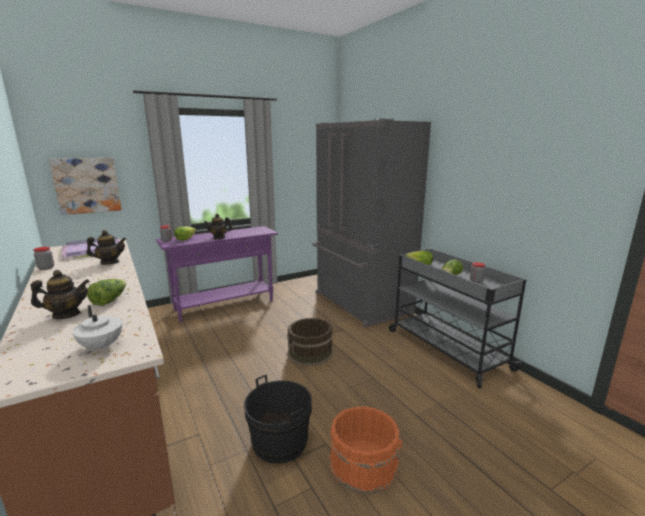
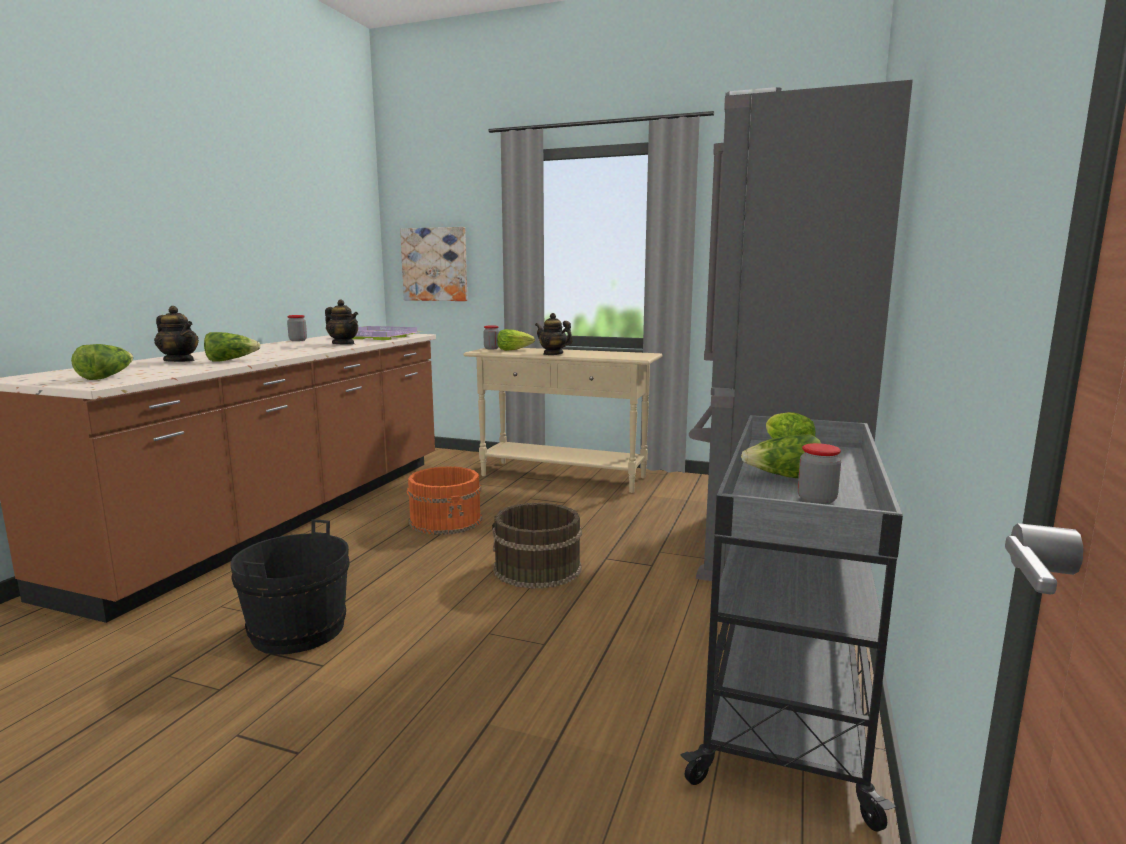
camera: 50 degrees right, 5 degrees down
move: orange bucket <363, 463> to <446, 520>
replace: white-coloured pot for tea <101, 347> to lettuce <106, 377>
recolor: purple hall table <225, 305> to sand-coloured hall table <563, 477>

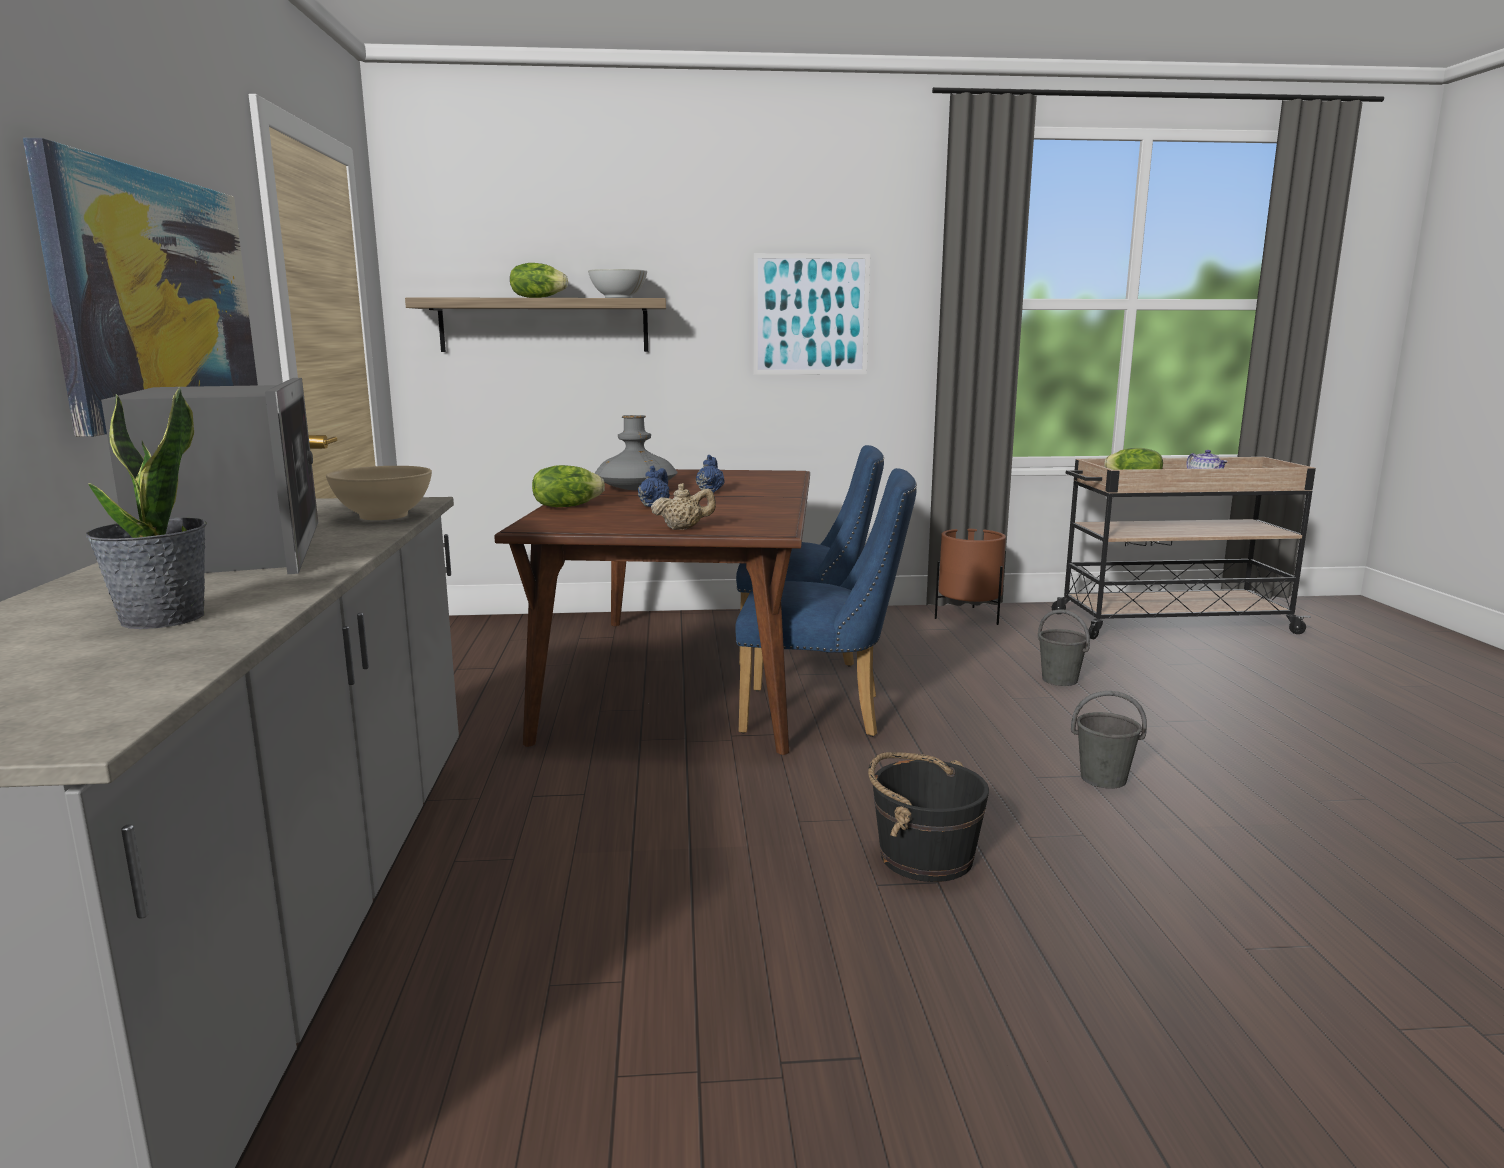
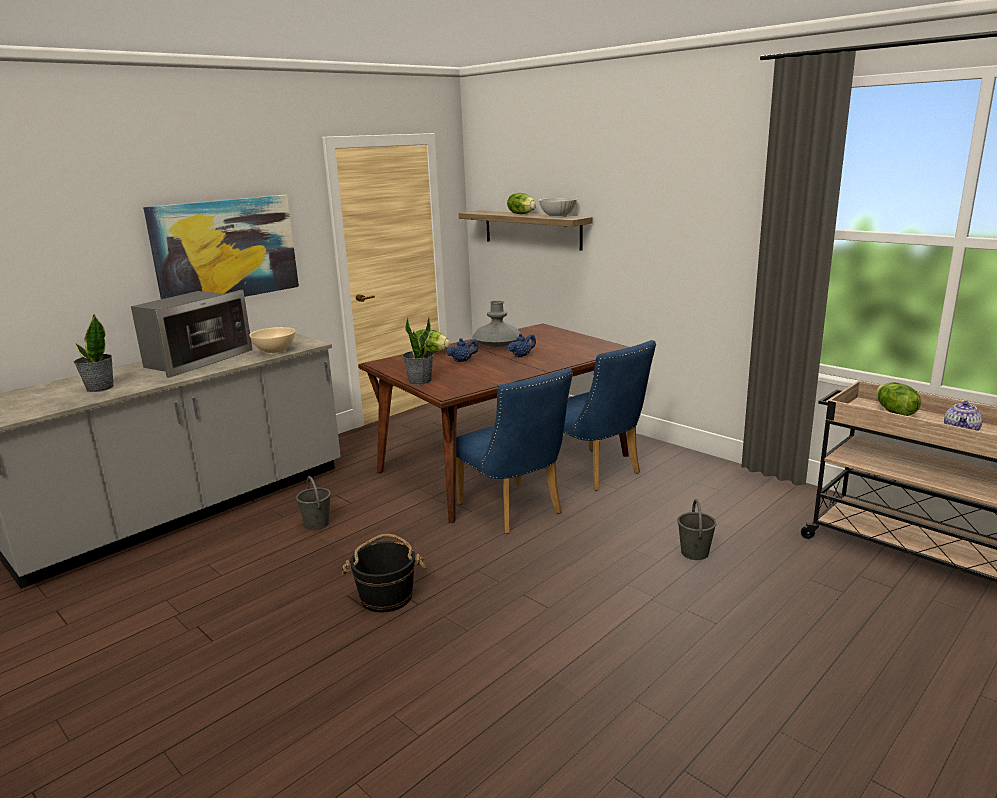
camera: 50 degrees right, 5 degrees up
delete: wall picture <810, 314>; brownish plant pot <968, 616>
move: grey bucket <1104, 779> to <317, 524>
replace: sand-coloured pot for tea <683, 528> to houseplant <419, 381>

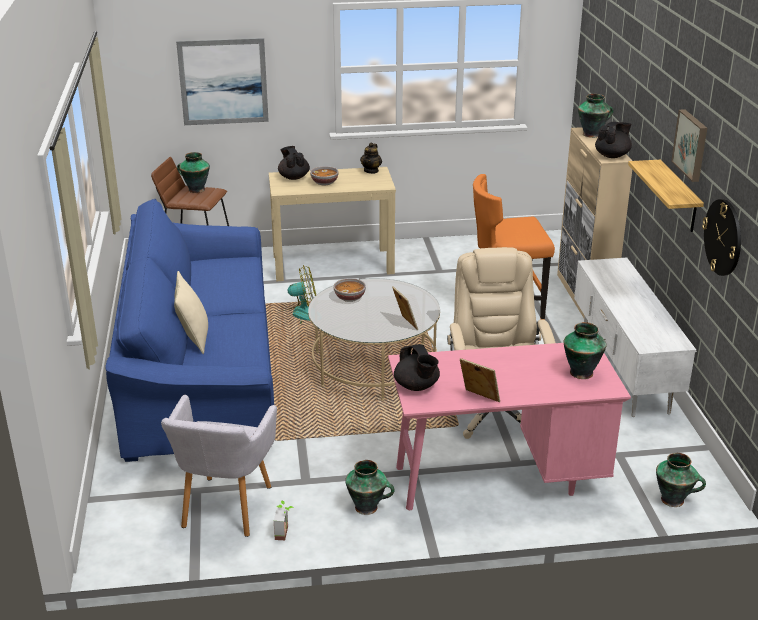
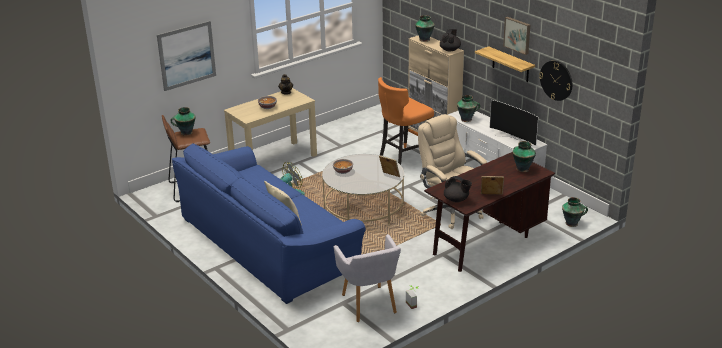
camera: 30 degrees left, 0 degrees up
delete: black-coloured pot for tea <293, 177>
insert: TV <514, 138>
move: flower vase <367, 508> to <467, 119>
recolor: pink desk table <498, 480> to brownish desk table <487, 243>

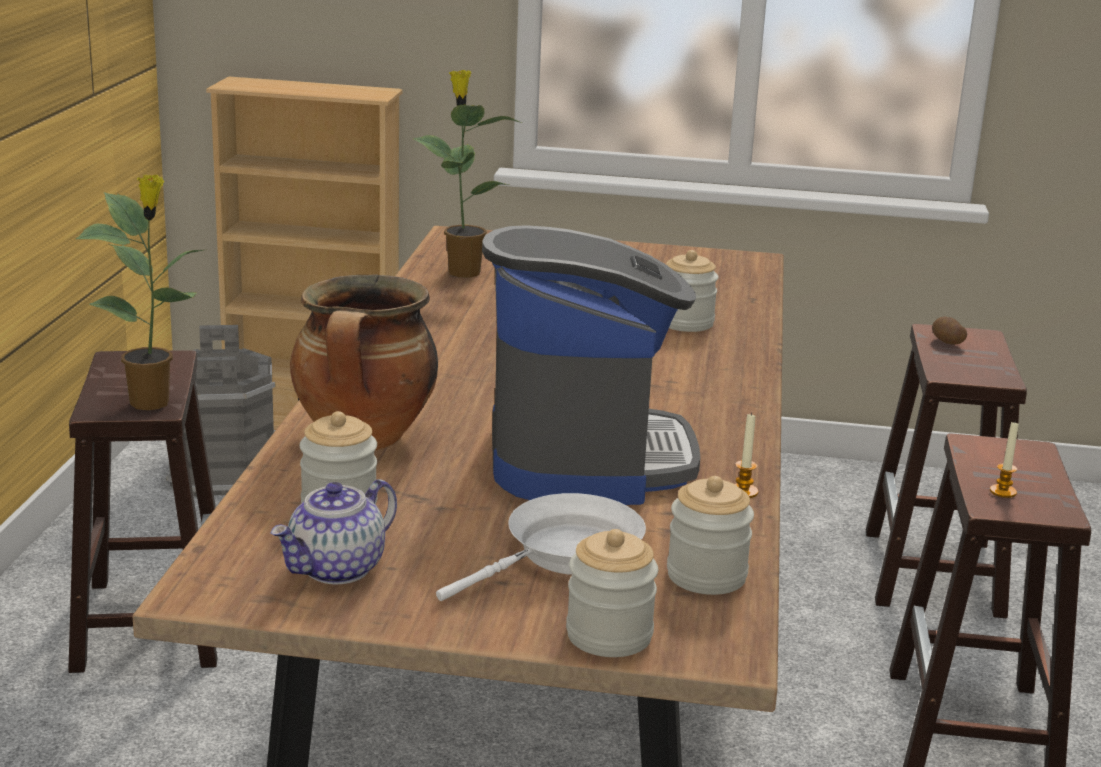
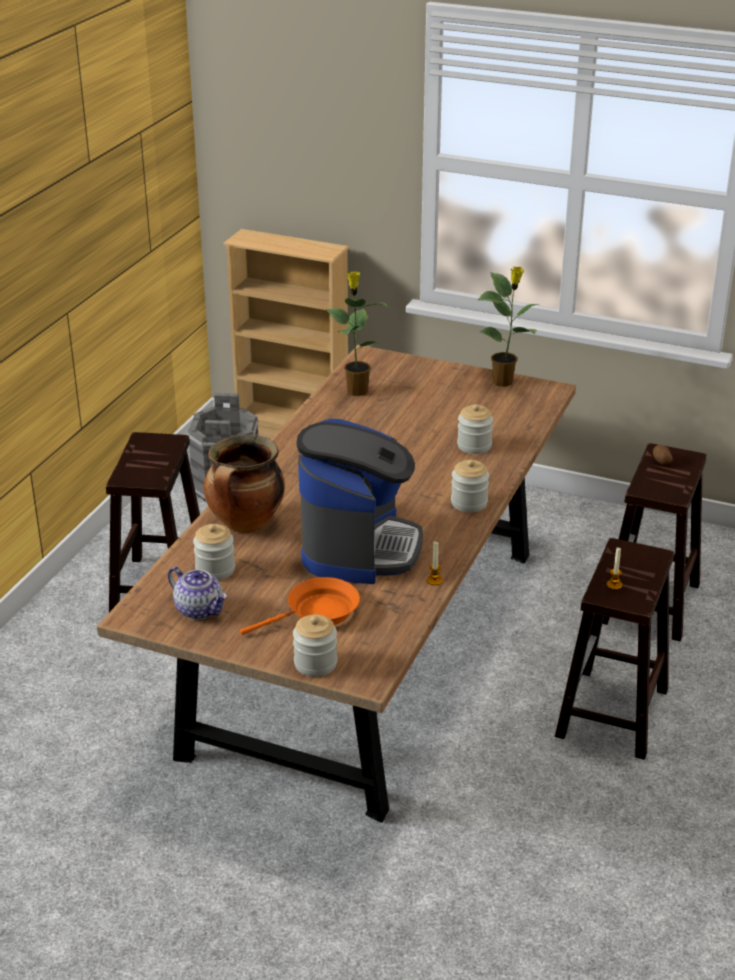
camera: 15 degrees right, 10 degrees up
move: houseplant <153, 403> to <504, 382>; storage jar <706, 576> to <469, 503>
recolor: white-coloured pan <565, 555> to orange pan <317, 613>
rotate: pot for tea <337, 569> = <200, 609> 105 degrees counterclockwise

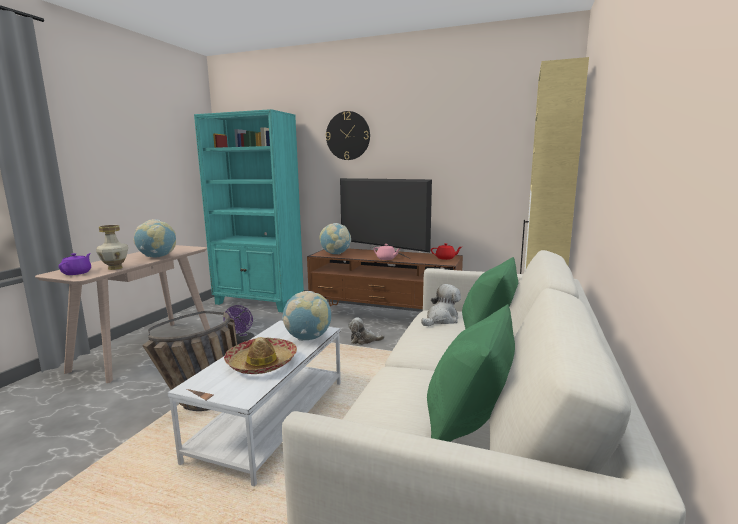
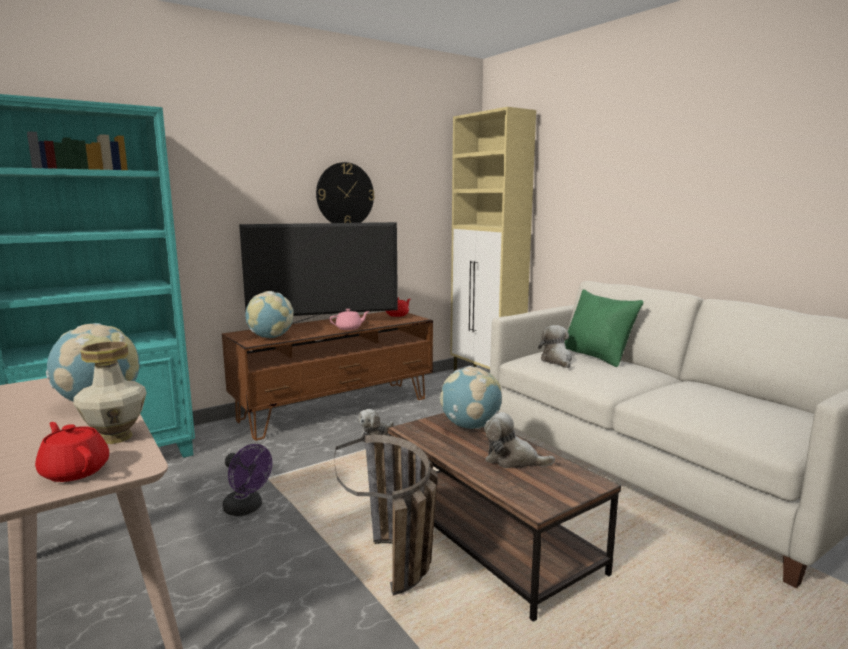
camera: 55 degrees left, 0 degrees up
delete: greenish cushion <469, 420>
move: wall clock <348, 136> to <345, 195>
replace: clothing hat <261, 363> to cuddly toy <513, 460>
recolor: purple pot for tea <77, 273> to red pot for tea <75, 471>; white-coloured low table <272, 419> to brownish low table <490, 535>

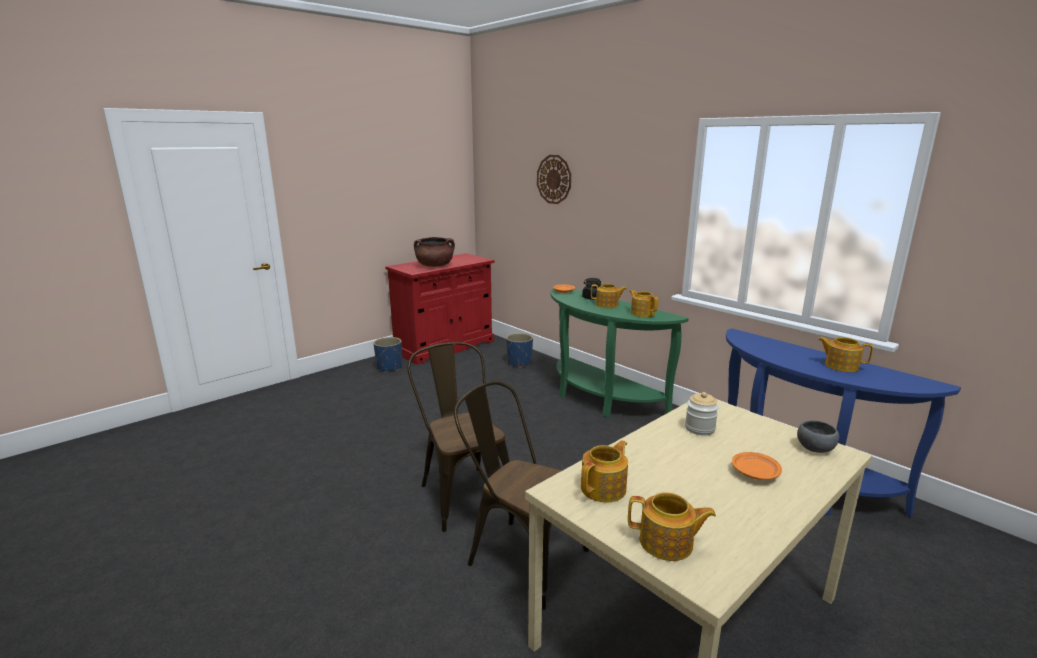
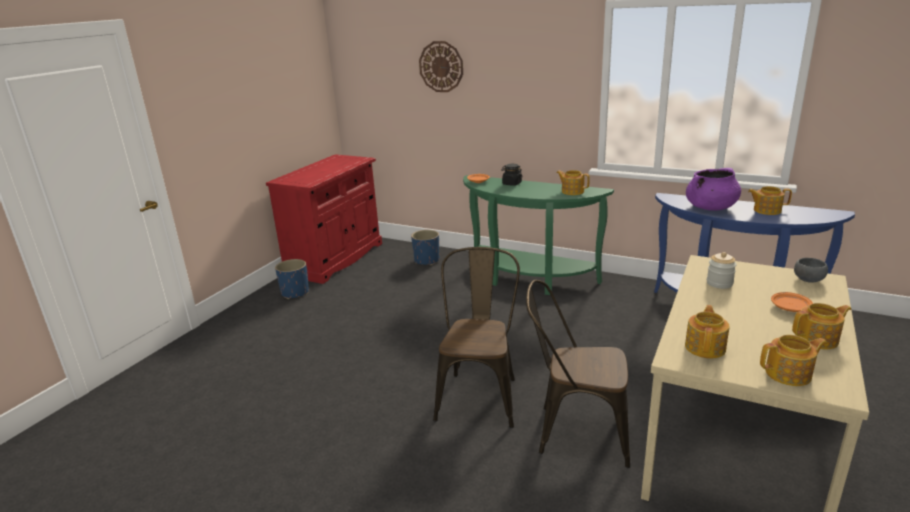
camera: 20 degrees left, 5 degrees up
delete: brownish cooking pot <435, 266>
insert: purple cooking pot <710, 208>
move: pot for tea <607, 305> to <818, 339>
rotate: brownish chair <462, 492> = <480, 394> 60 degrees clockwise

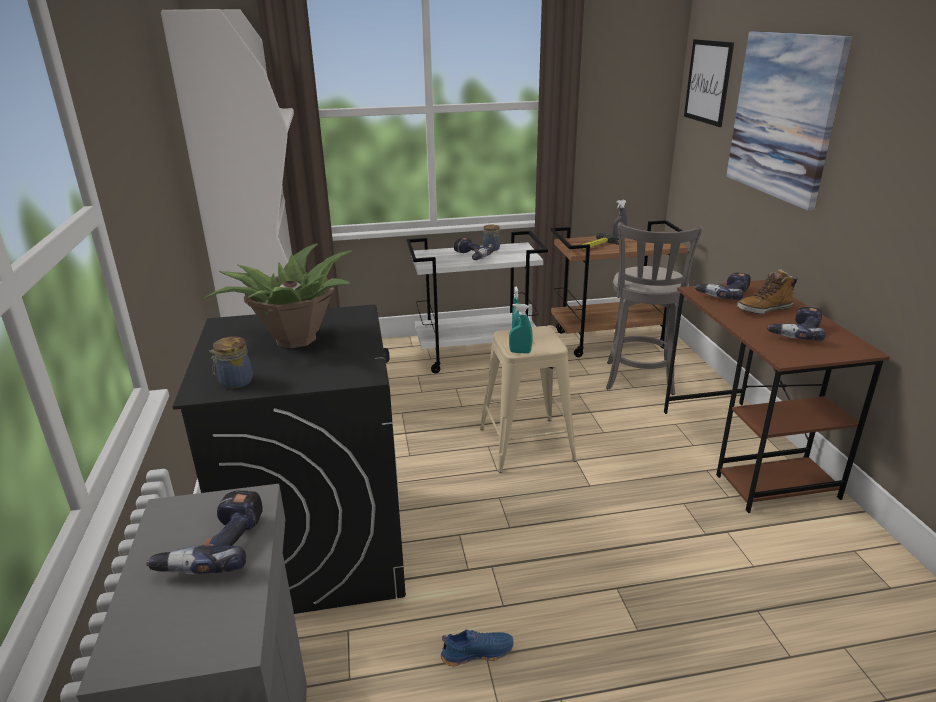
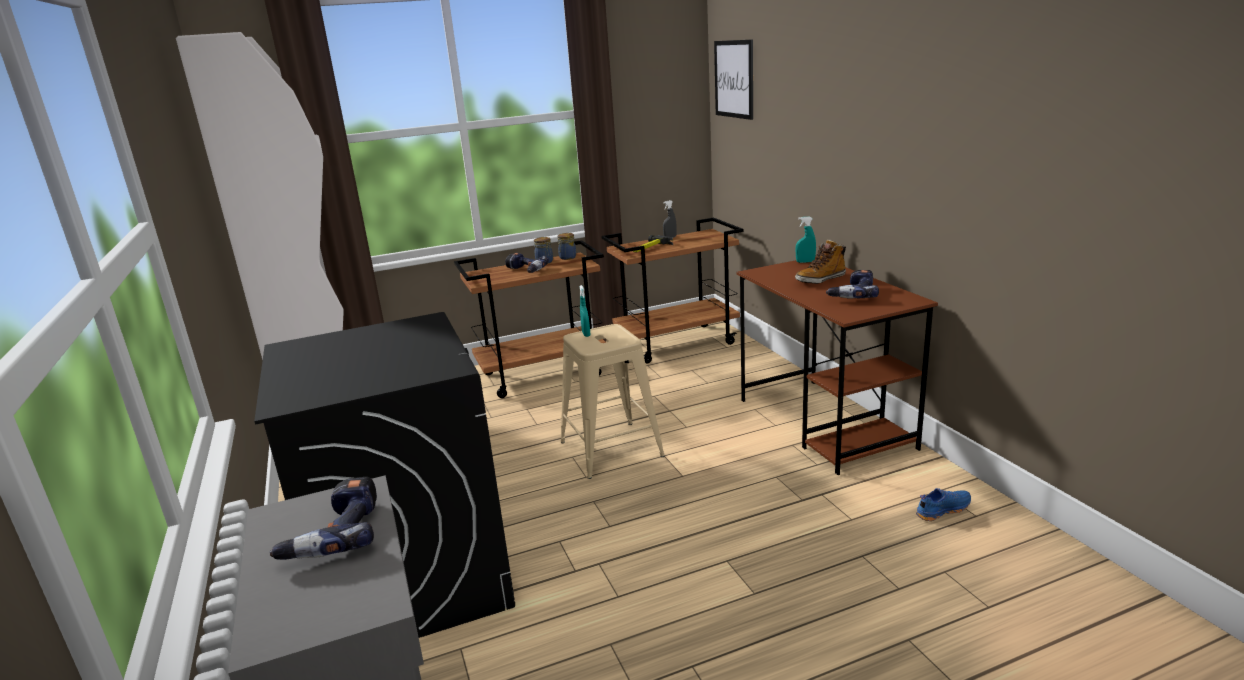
camera: 10 degrees left, 5 degrees down
delete: houseplant <293, 340>; grey sitting stool <639, 380>; drill <723, 293>; wall picture <783, 116>
move: storage jar <235, 382> to <567, 258>; bluish shoe <477, 652> to <941, 510>; blue-green spray bottle <520, 352> to <805, 262>
recolor: white-coloured cart <477, 354> to brownish cart <543, 374>

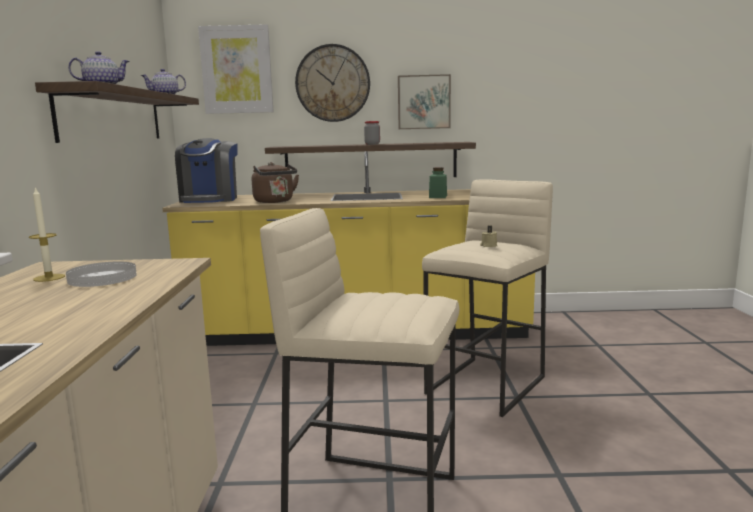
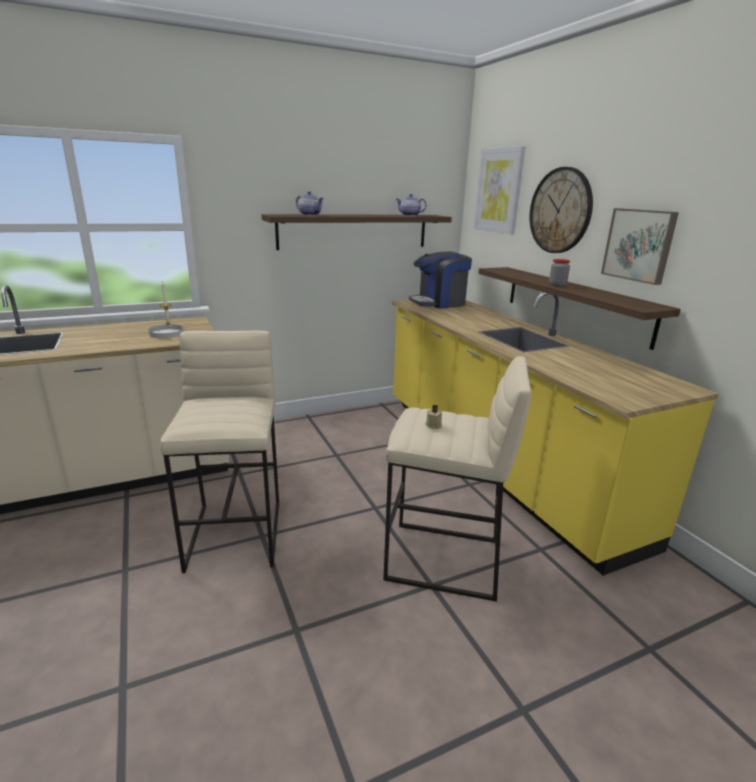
camera: 65 degrees right, 10 degrees up
delete: brownish kettle <275, 202>; greenish storage jar <438, 196>

